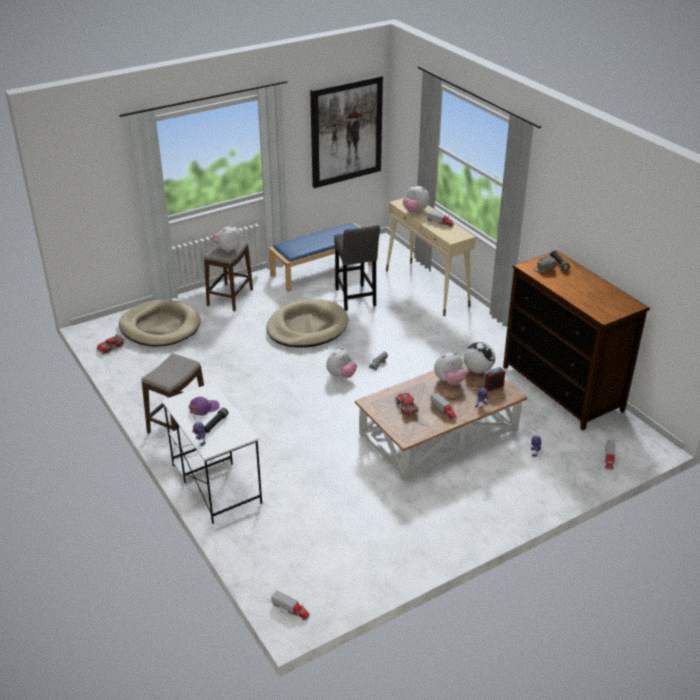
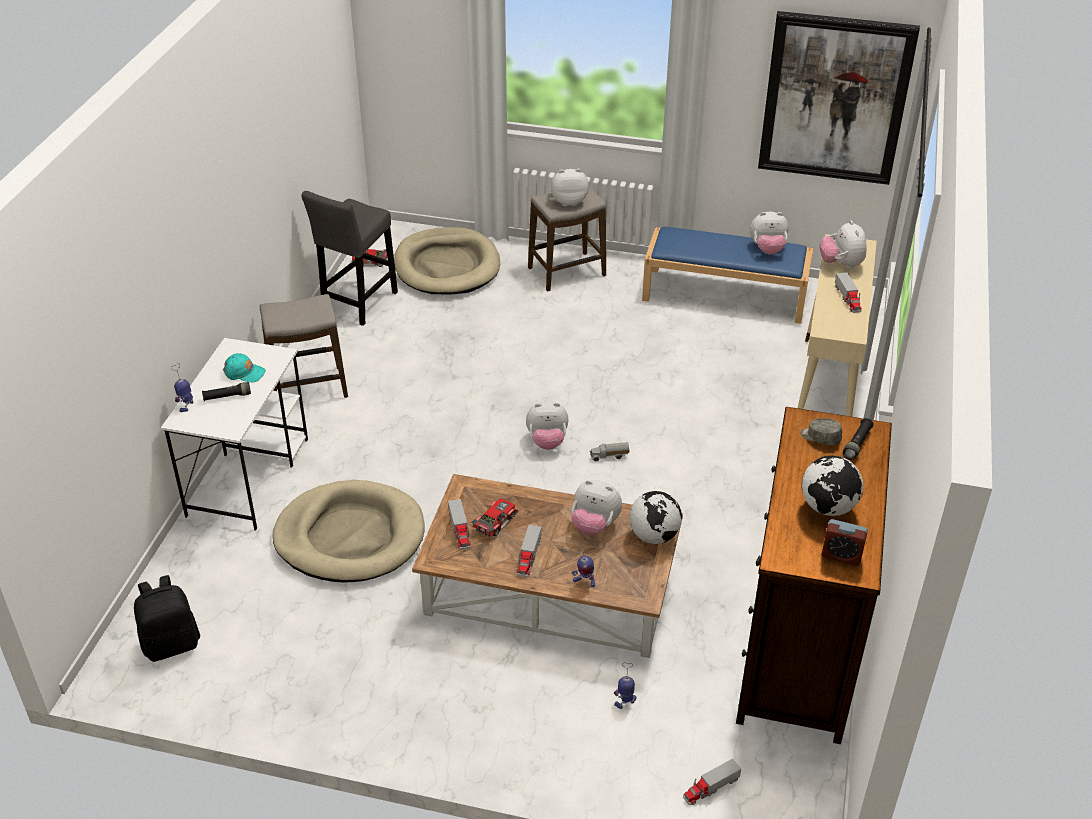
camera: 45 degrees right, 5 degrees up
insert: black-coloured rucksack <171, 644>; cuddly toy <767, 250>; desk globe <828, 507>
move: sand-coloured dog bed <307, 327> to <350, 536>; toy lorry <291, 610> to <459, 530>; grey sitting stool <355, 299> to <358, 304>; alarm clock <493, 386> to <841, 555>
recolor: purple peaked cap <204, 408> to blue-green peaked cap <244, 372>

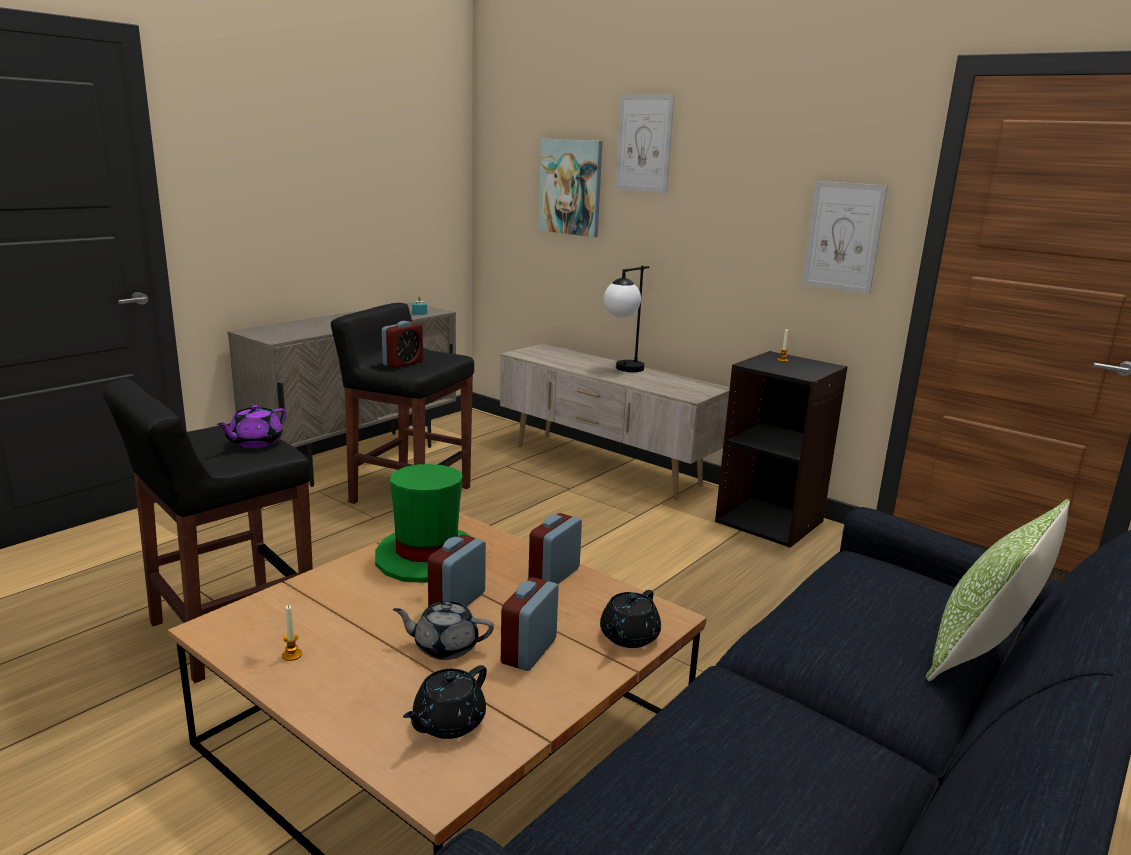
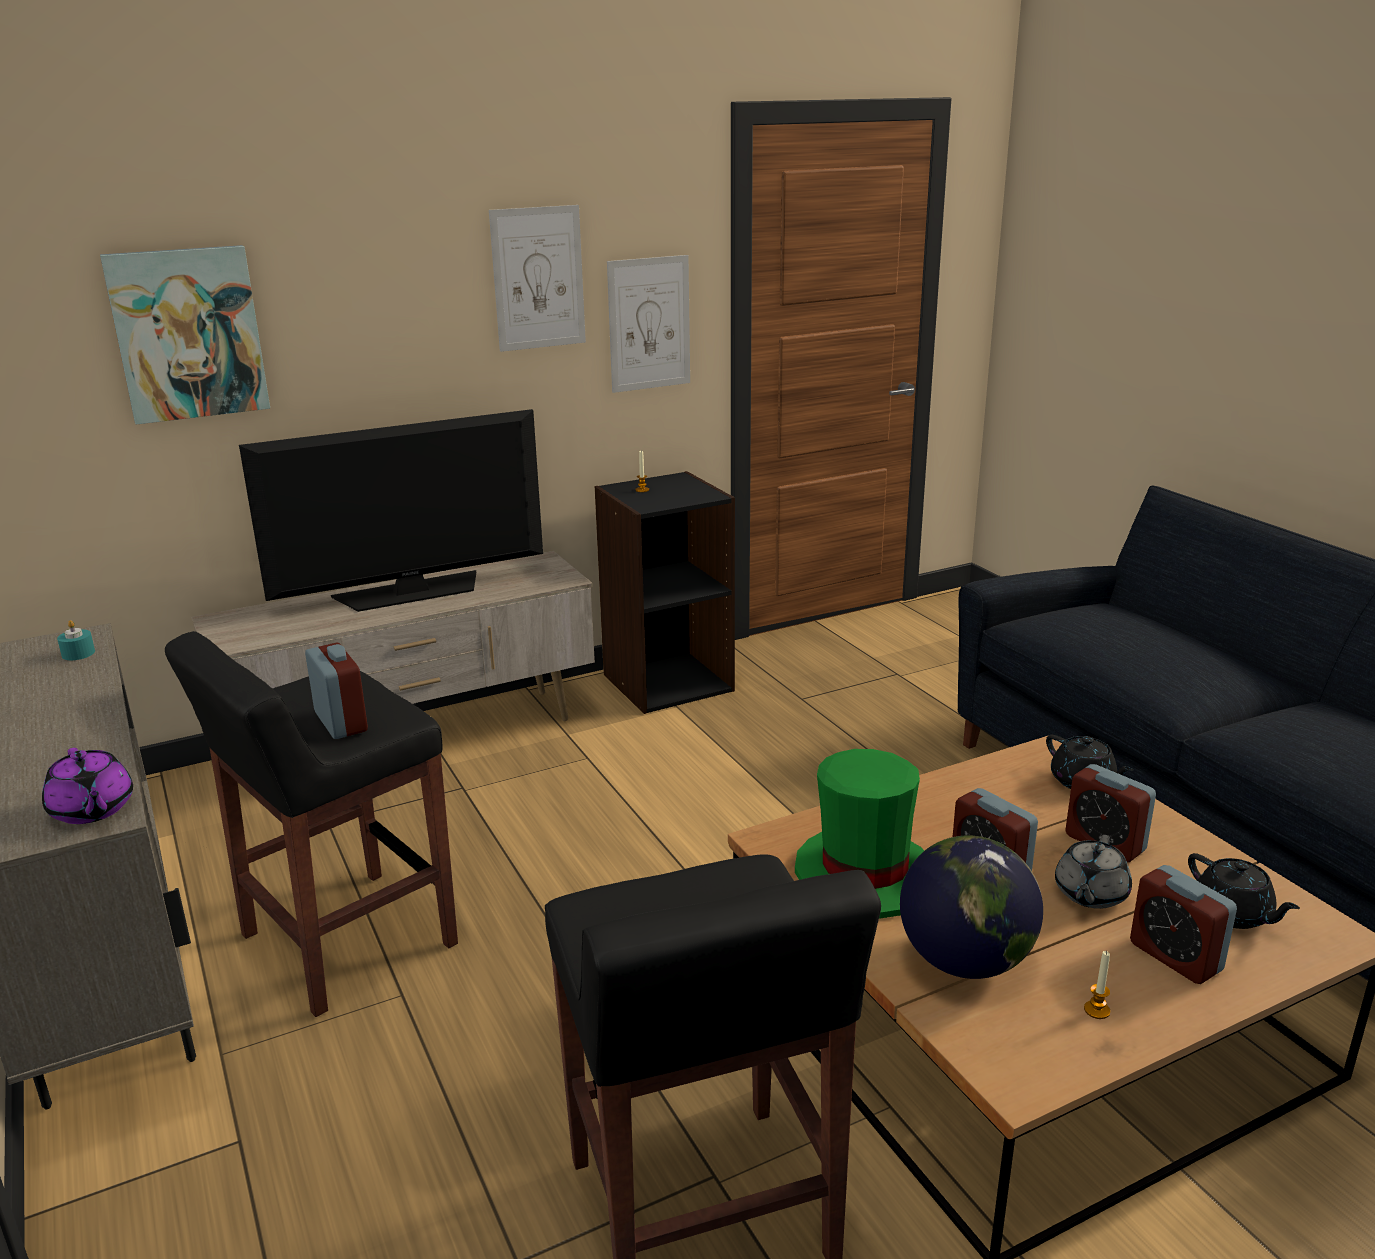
camera: 65 degrees left, 5 degrees up
delete: cushion <981, 654>
insert: desk globe <965, 961>
move: purple pot for tea <255, 443> to <92, 810>; alarm clock <554, 575> to <1175, 957>; wall picture <644, 143> to <538, 278>
replace: tabletop lamp <623, 370> to TV <411, 592>

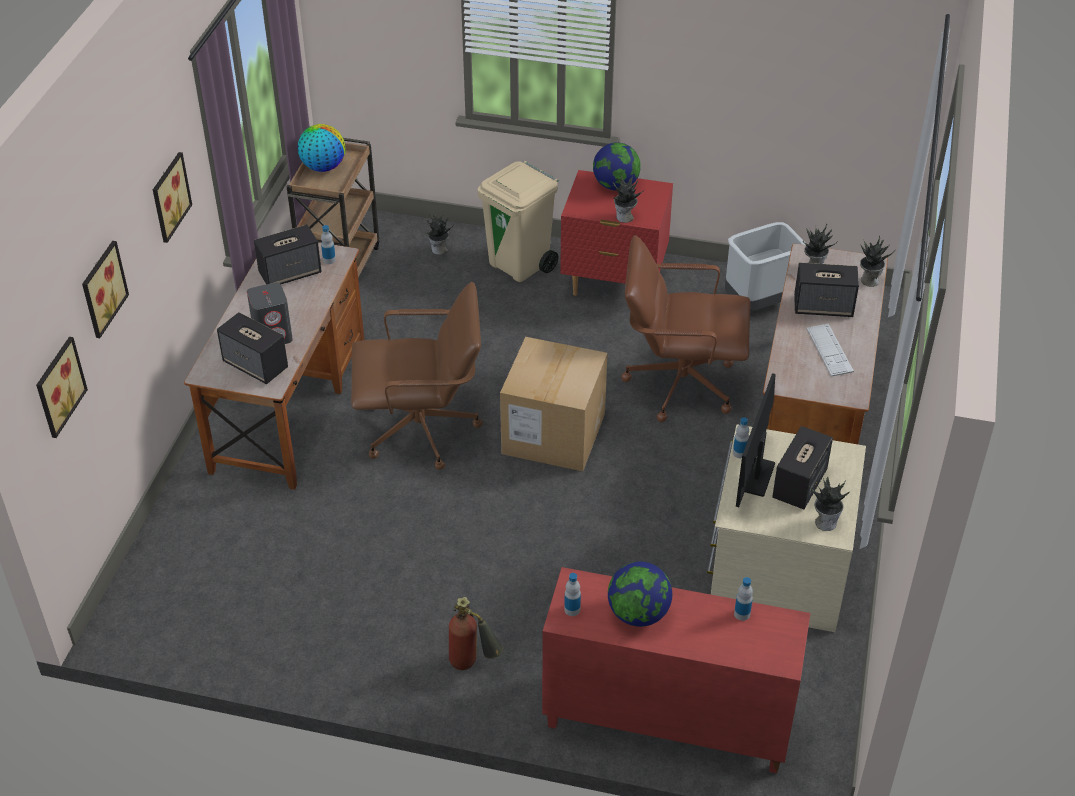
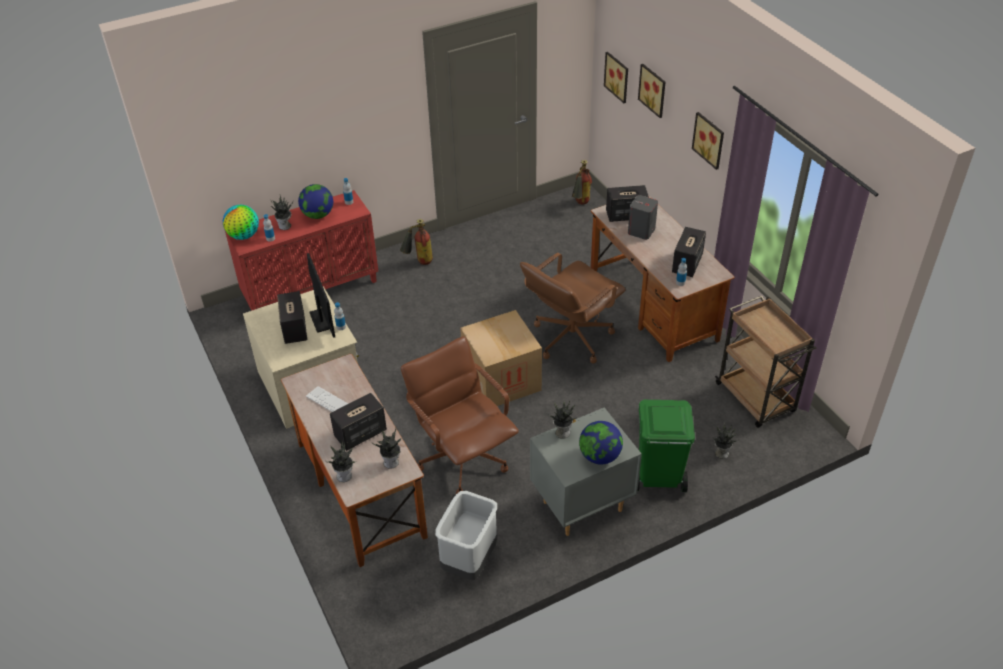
camera: 140 degrees right, 0 degrees up
insert: extinguisher <580, 204>
move: desk globe <323, 167> to <244, 236>; houseplant <825, 522> to <285, 226>
recolor: sand-coloured trash can <520, 265> to greenish trash can <658, 477>; red nightstand <614, 284> to grey nightstand <581, 505>
rotate: brownish computer chair <679, 383> = <463, 458> 90 degrees counterclockwise

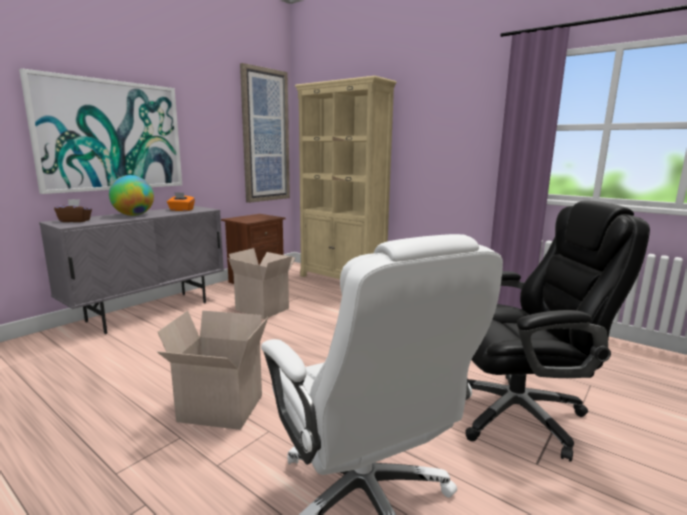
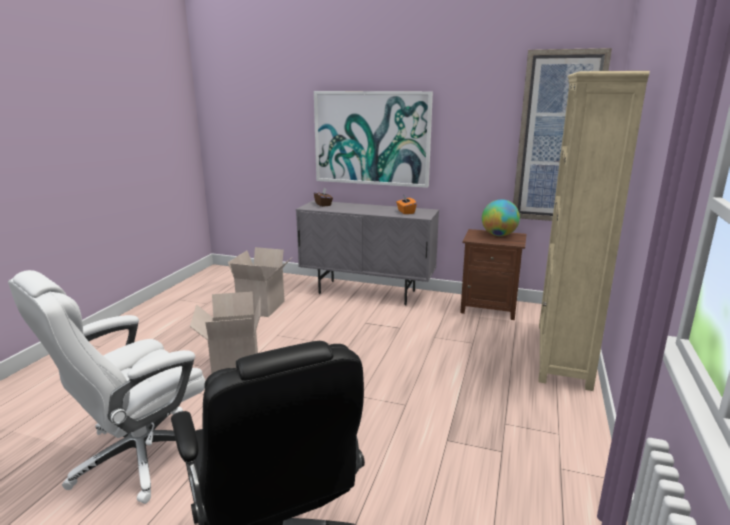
camera: 70 degrees right, 5 degrees up
move: desk globe <134, 215> to <499, 235>; cardboard box <264, 309> to <262, 307>

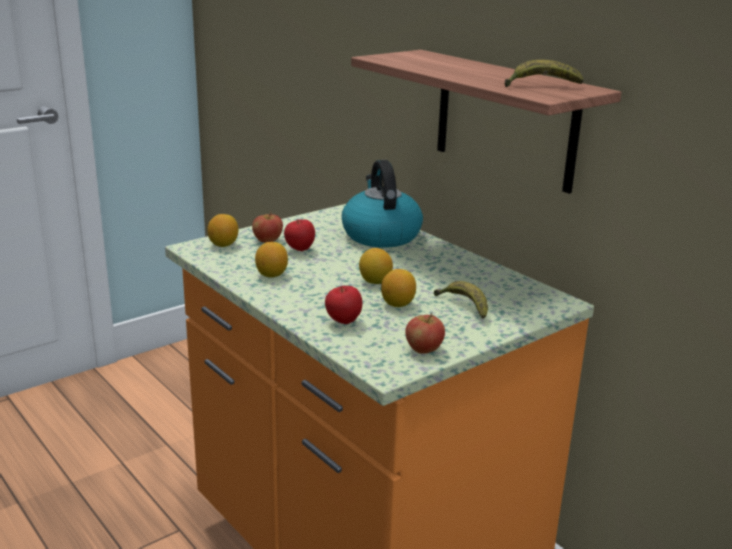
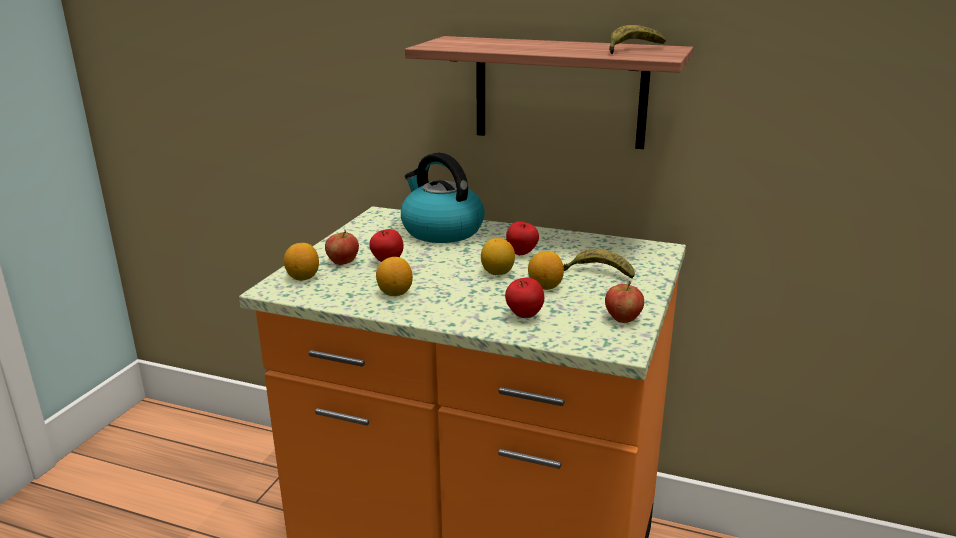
camera: 30 degrees left, 0 degrees up
insert: whole apple <522, 254>

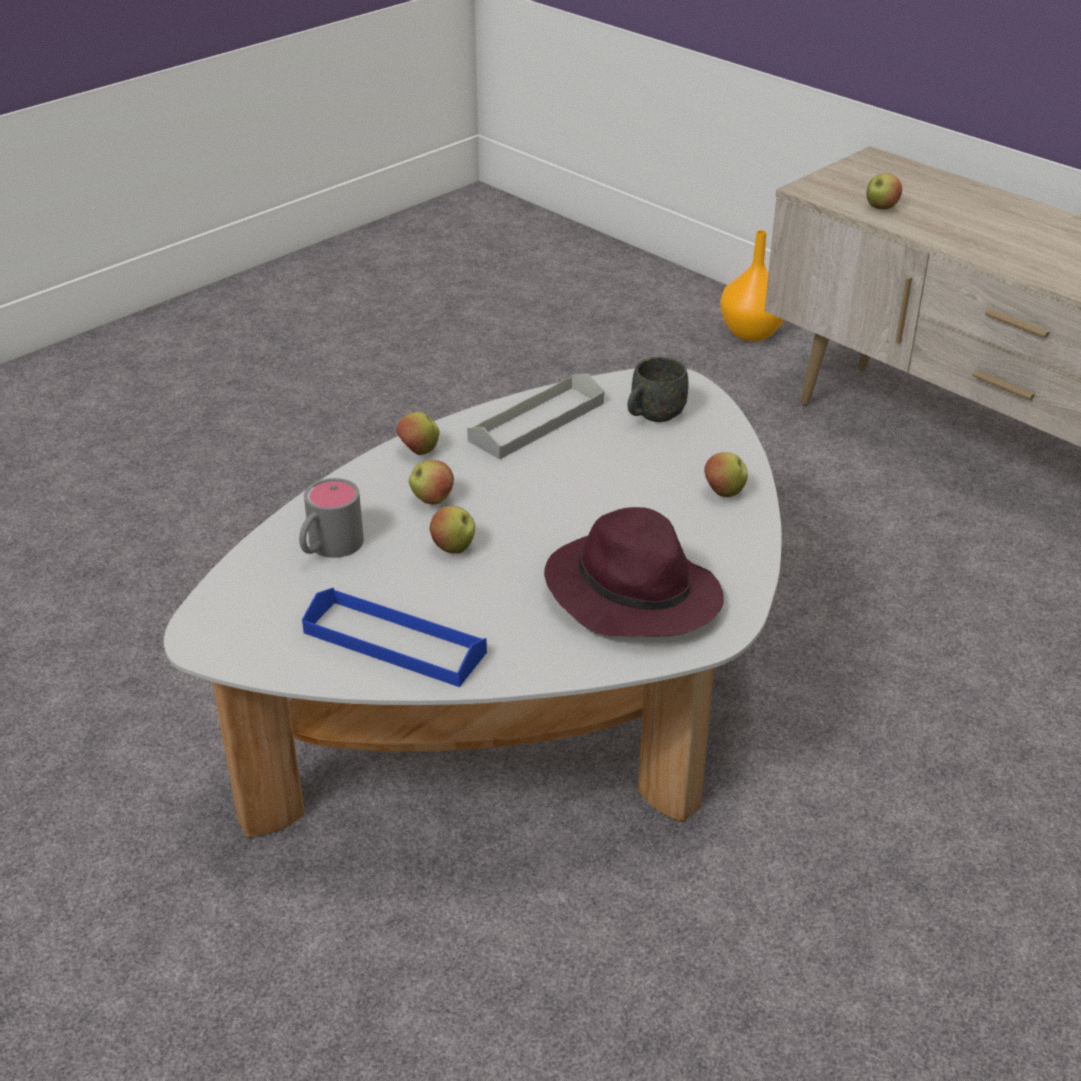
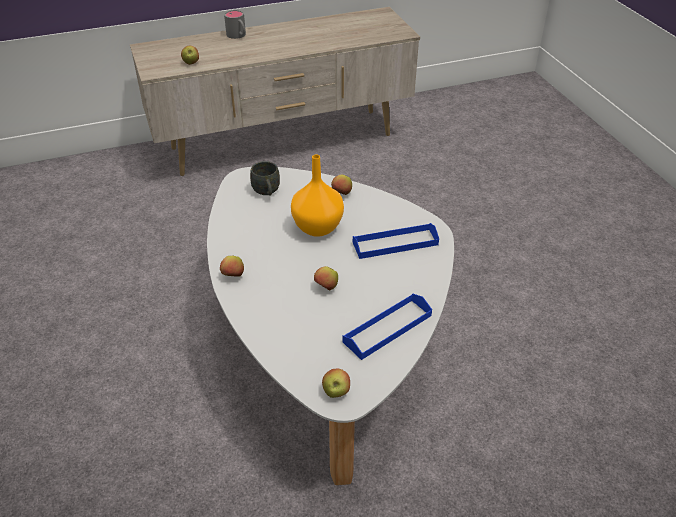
camera: 65 degrees left, 5 degrees up
delete: grey carrying tray <537, 422>
move: grey mug <328, 548> to <238, 36>; whole apple <432, 500> to <336, 392>; orange flower vase <752, 333> to <318, 227>
replace: purple clothing hat <630, 593> to bluish carrying tray <395, 243>

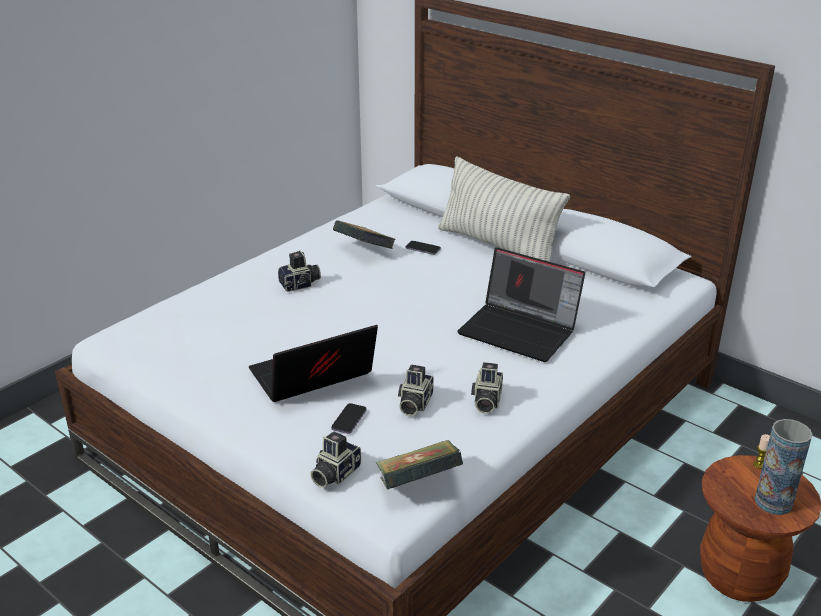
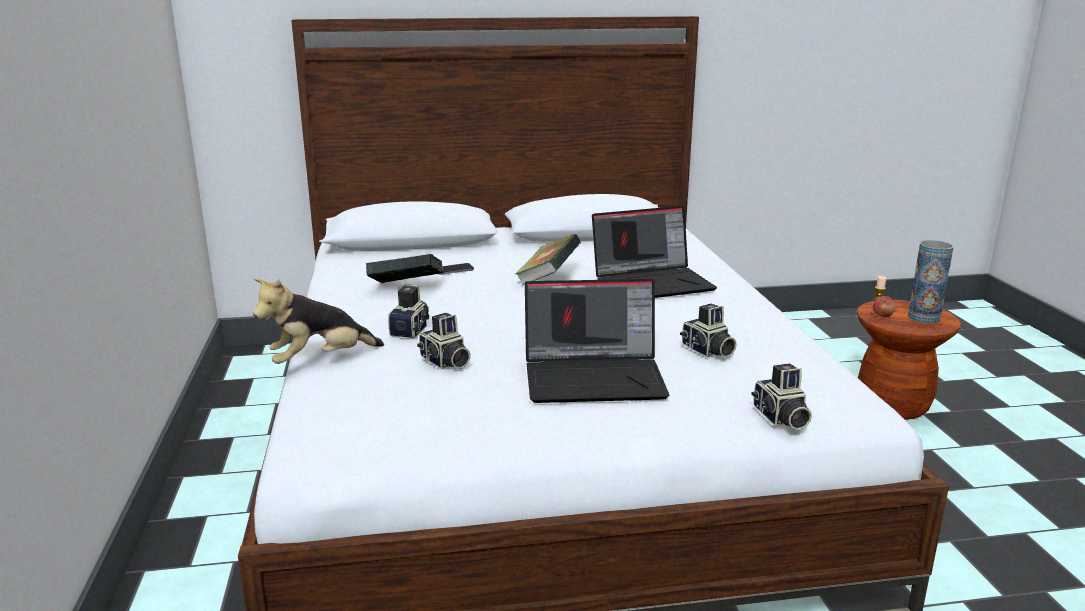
camera: 50 degrees left, 10 degrees down
delete: telephone <349, 420>; cushion <497, 247>
insert: cuddly toy <320, 360>; whole apple <882, 316>
move: volume <418, 484> to <548, 279>; photo camera <486, 401> to <445, 362>
rotate: laptop <311, 378> = <596, 377> 105 degrees counterclockwise

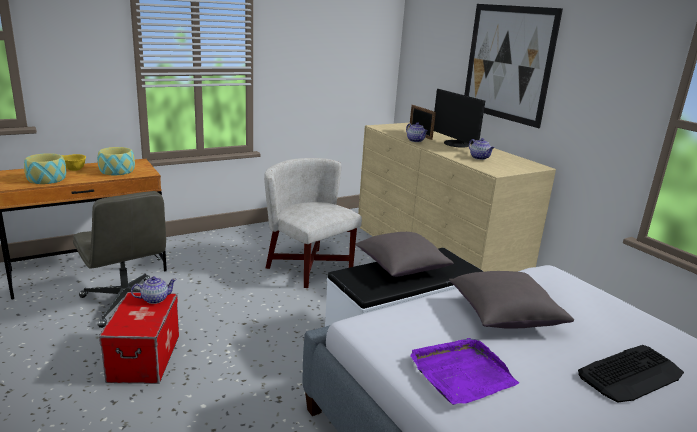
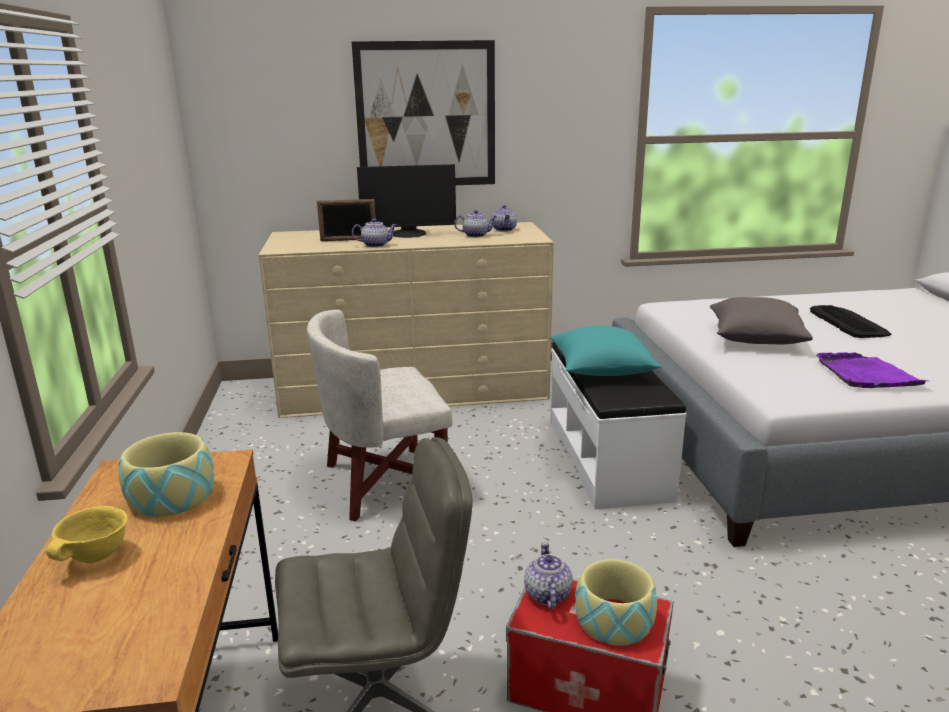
camera: 65 degrees left, 0 degrees up
insert: pot for tea <504, 229>
move: bowl <46, 179> to <613, 621>
recolor: grey cushion <401, 267> to blue-green cushion <601, 370>

